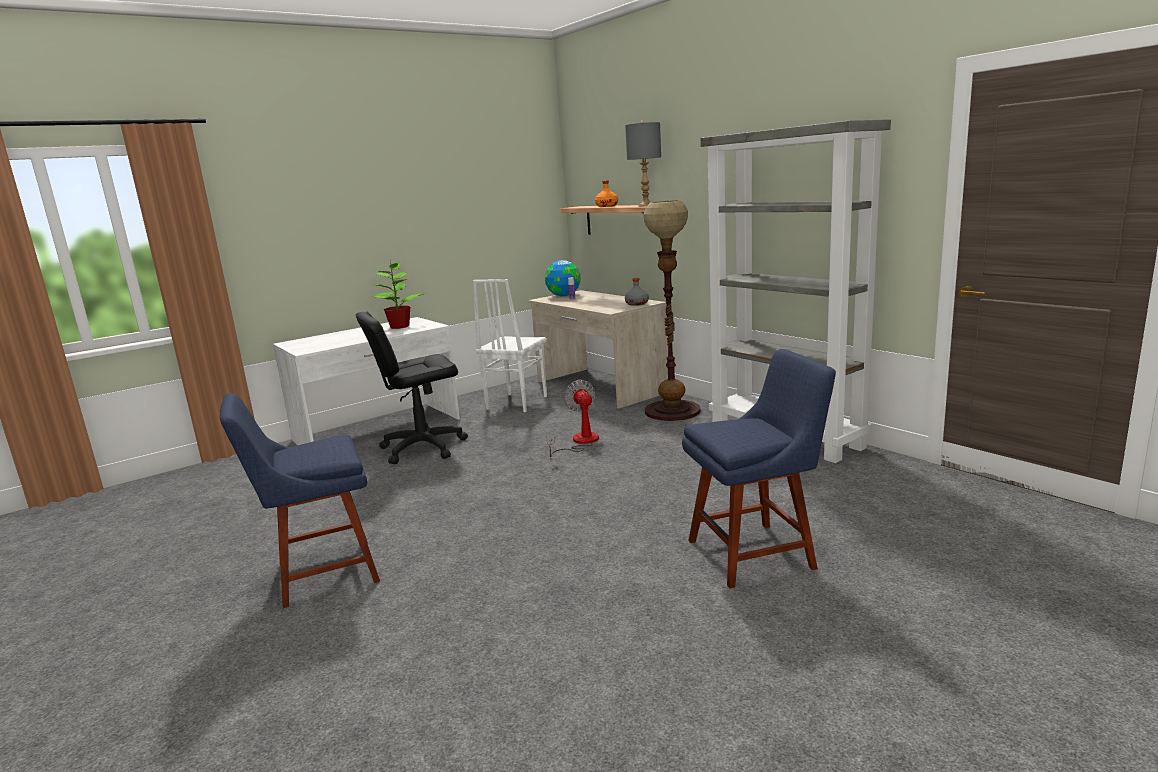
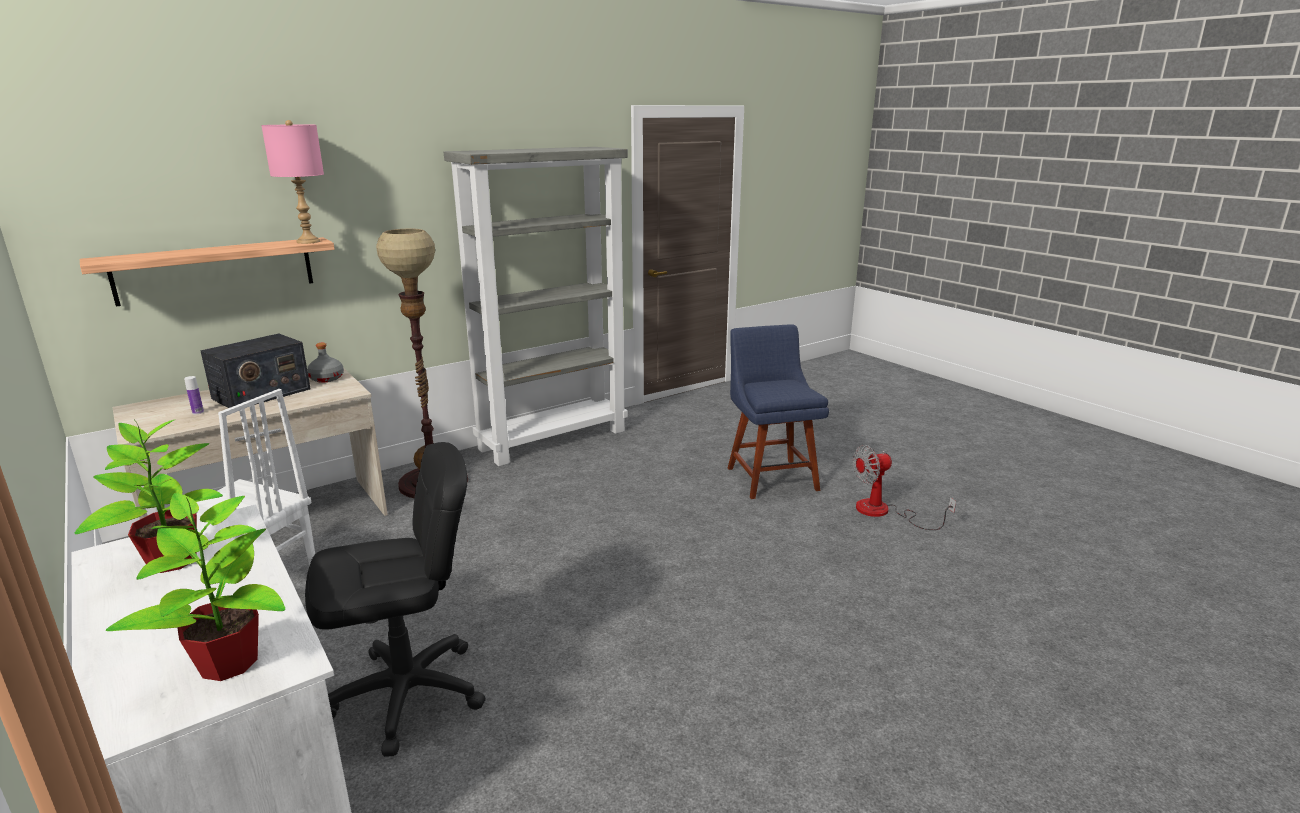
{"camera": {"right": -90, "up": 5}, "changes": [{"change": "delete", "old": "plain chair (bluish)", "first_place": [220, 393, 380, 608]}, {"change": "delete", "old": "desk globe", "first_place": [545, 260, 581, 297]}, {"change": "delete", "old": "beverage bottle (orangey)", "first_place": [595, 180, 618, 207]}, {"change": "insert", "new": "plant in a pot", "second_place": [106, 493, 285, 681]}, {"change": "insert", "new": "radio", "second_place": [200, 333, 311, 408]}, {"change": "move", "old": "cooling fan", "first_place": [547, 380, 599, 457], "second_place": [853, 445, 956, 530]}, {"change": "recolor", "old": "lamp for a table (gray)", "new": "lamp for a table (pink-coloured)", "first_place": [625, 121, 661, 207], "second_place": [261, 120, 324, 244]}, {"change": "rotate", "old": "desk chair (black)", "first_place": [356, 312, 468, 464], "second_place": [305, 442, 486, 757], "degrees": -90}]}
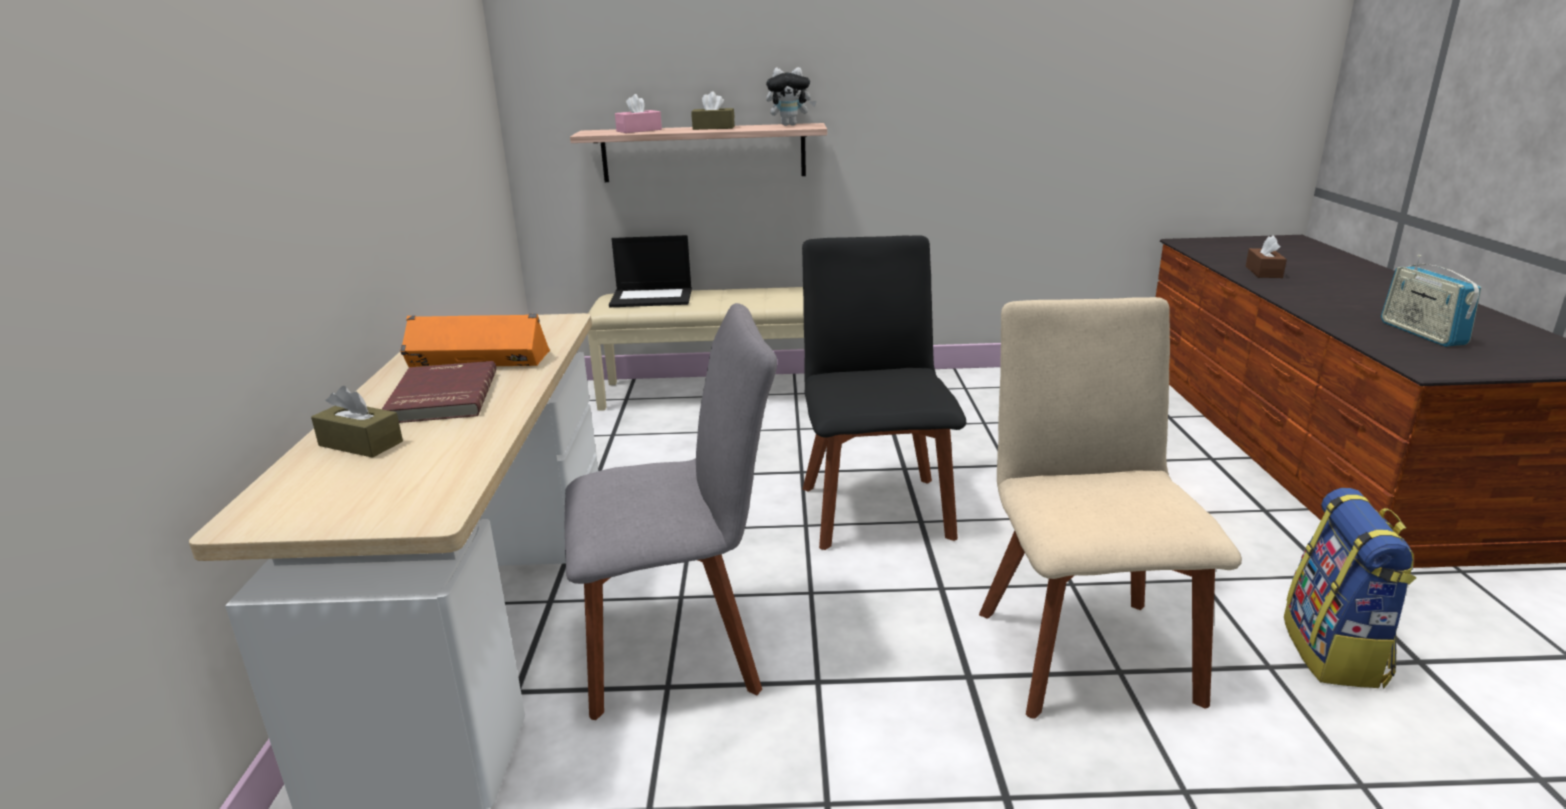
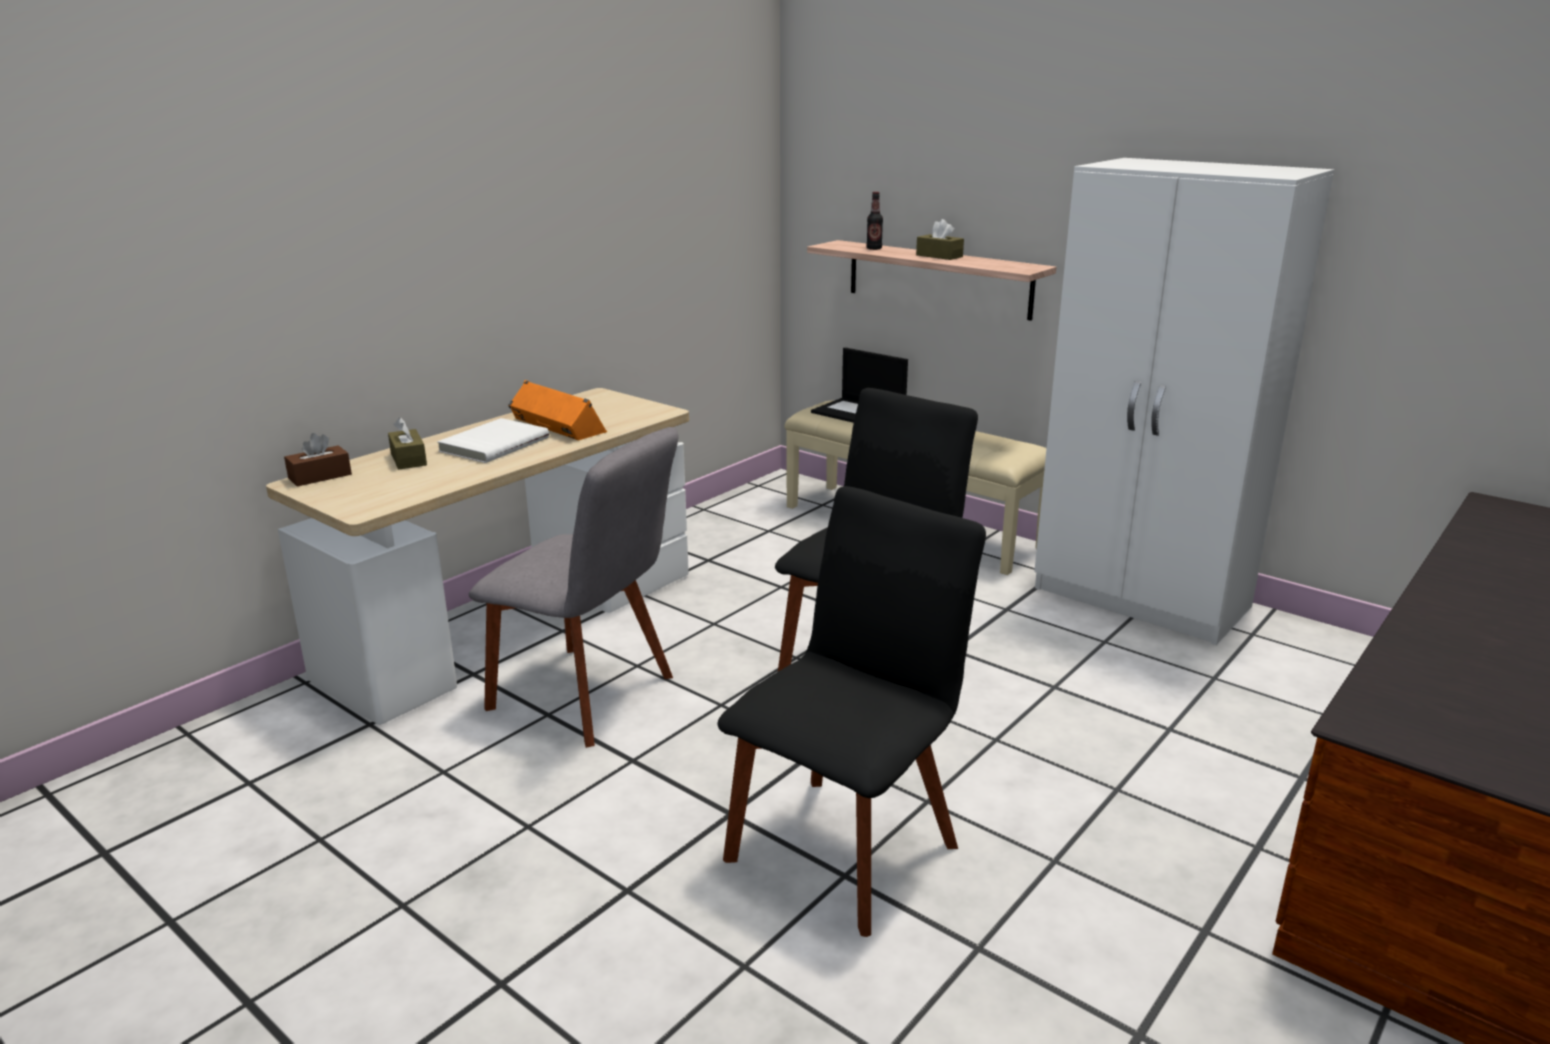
{"camera": {"right": 40, "up": 0}, "changes": [{"change": "delete", "old": "cuddly toy", "first_place": [766, 67, 817, 126]}, {"change": "delete", "old": "rucksack", "first_place": [1284, 488, 1416, 688]}, {"change": "delete", "old": "radio", "first_place": [1381, 255, 1481, 347]}, {"change": "insert", "new": "clothes cupboard (whitish)", "second_place": [1034, 158, 1334, 645]}, {"change": "move", "old": "tissue holder (brownish)", "first_place": [1246, 235, 1287, 278], "second_place": [284, 433, 352, 487]}, {"change": "replace", "old": "tissue holder (pink-coloured)", "new": "beverage bottle", "first_place": [615, 94, 662, 133], "second_place": [866, 192, 883, 250]}, {"change": "recolor", "old": "bound book (red-coloured)", "new": "bound book (whitish)", "first_place": [382, 361, 496, 423], "second_place": [437, 418, 549, 463]}, {"change": "recolor", "old": "plain chair (sand-coloured)", "new": "plain chair (black)", "first_place": [979, 297, 1242, 719], "second_place": [717, 486, 986, 937]}]}
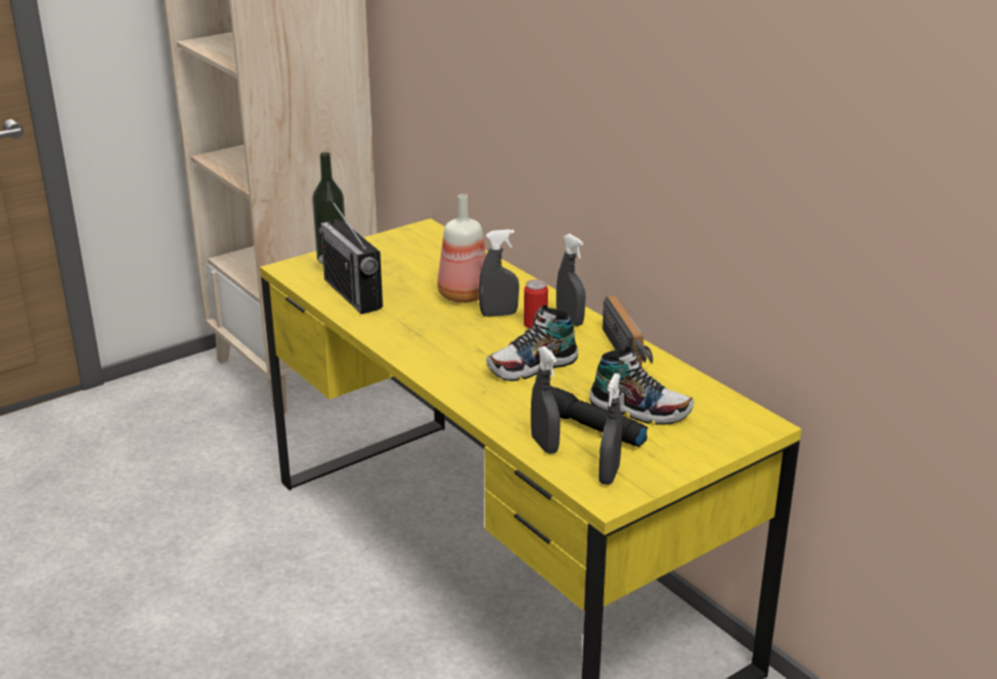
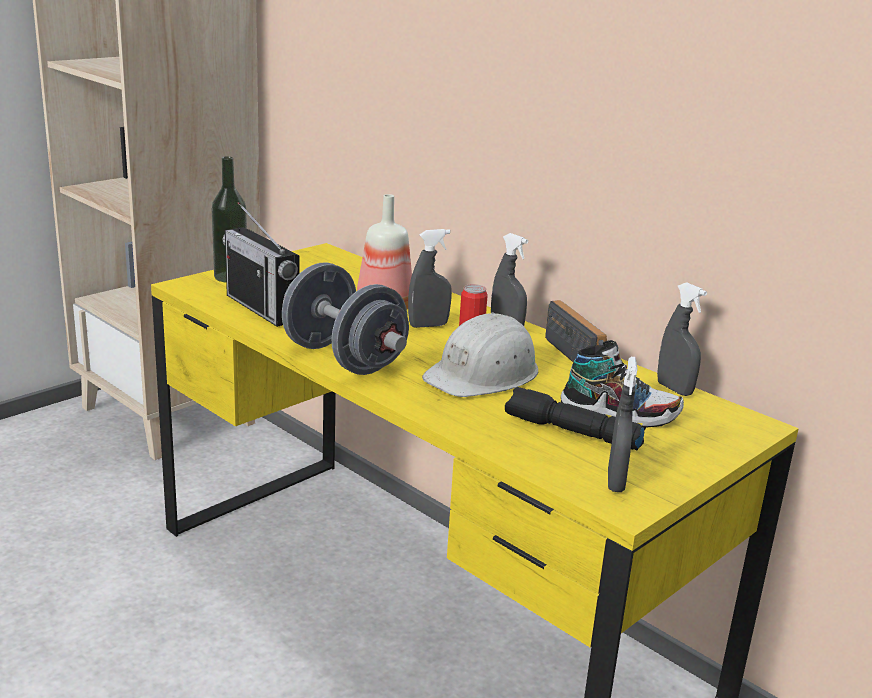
{"camera": {"right": -10, "up": -5}, "changes": [{"change": "insert", "new": "free weight (gray)", "second_place": [282, 262, 409, 375]}, {"change": "move", "old": "spray bottle (gray)", "first_place": [531, 346, 560, 454], "second_place": [657, 282, 707, 396]}, {"change": "replace", "old": "item of footwear", "new": "safety helmet (whitish)", "first_place": [486, 305, 578, 381], "second_place": [422, 312, 538, 397]}]}
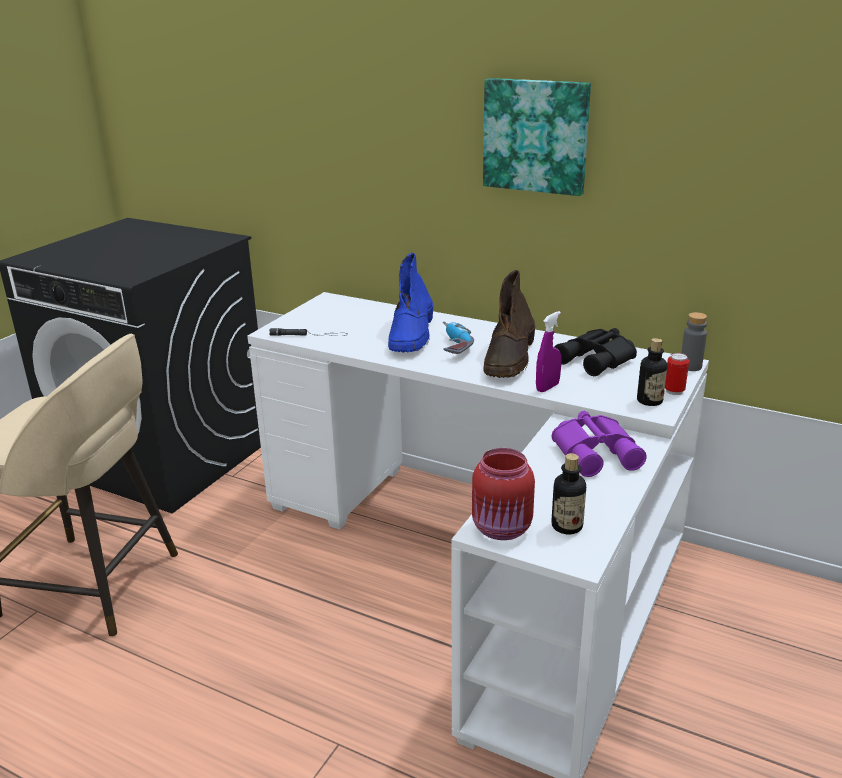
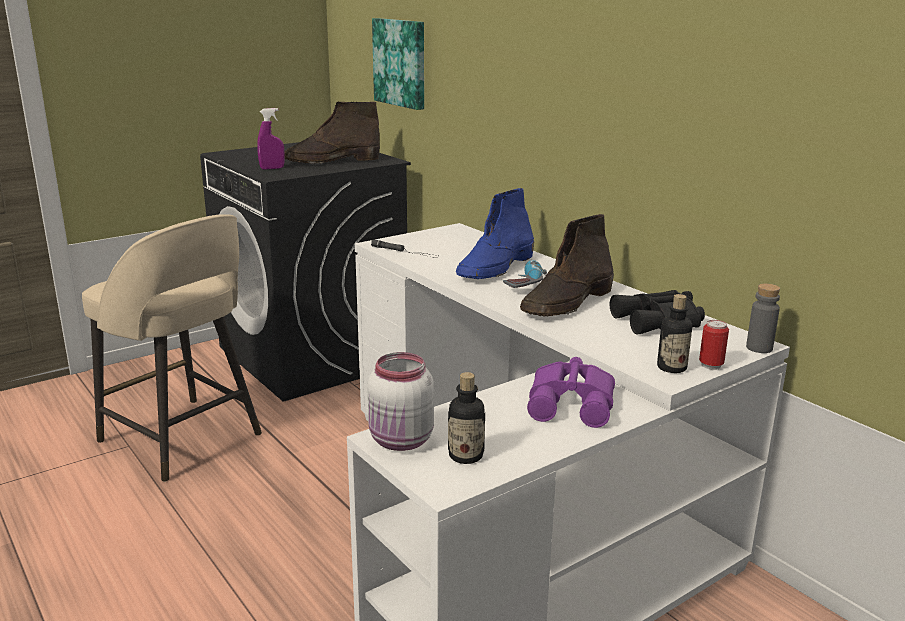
{"camera": {"right": 25, "up": -5}, "changes": [{"change": "insert", "new": "tall boot (brownish)", "second_place": [284, 102, 380, 164]}, {"change": "move", "old": "wall picture", "first_place": [483, 78, 591, 196], "second_place": [372, 18, 424, 110]}, {"change": "move", "old": "spray bottle (purplish)", "first_place": [536, 311, 562, 392], "second_place": [257, 108, 284, 170]}, {"change": "recolor", "old": "preserve jar (red-coloured)", "new": "preserve jar (whitish)", "first_place": [472, 448, 535, 540], "second_place": [367, 352, 434, 451]}]}
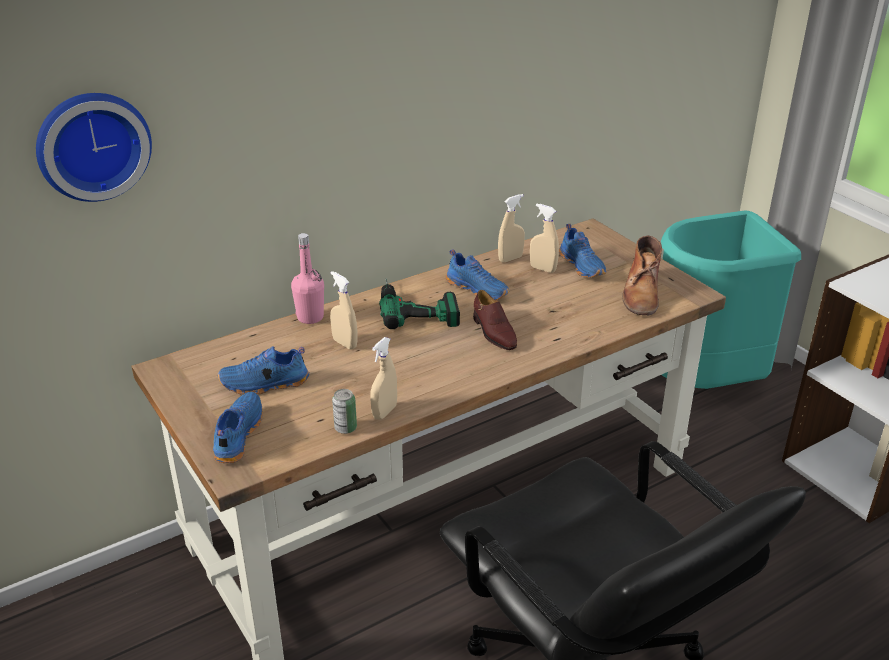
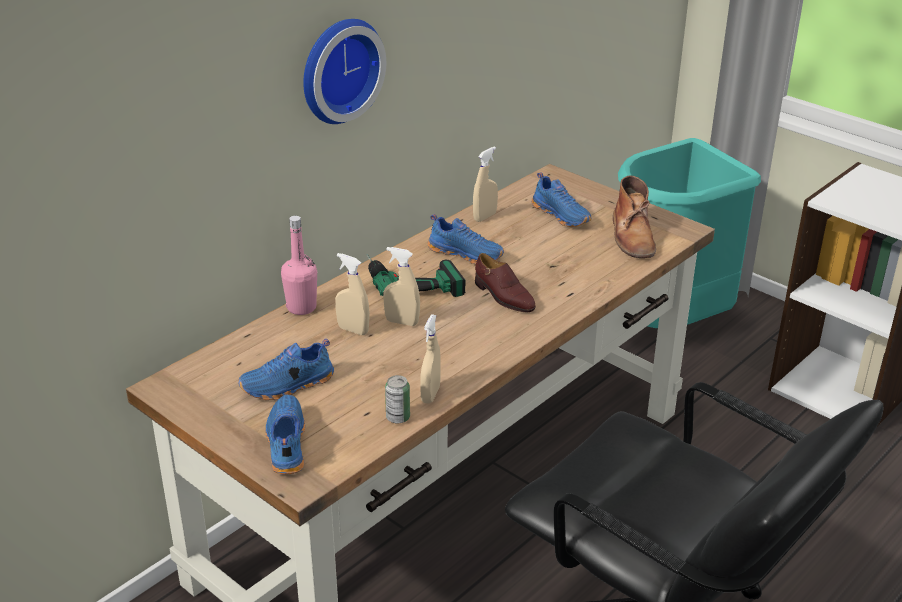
{"camera": {"right": -15, "up": 0}, "changes": [{"change": "move", "old": "wall clock", "first_place": [36, 93, 152, 202], "second_place": [303, 19, 386, 124]}, {"change": "move", "old": "spray bottle (sand-coloured)", "first_place": [530, 204, 559, 273], "second_place": [383, 247, 420, 326]}]}
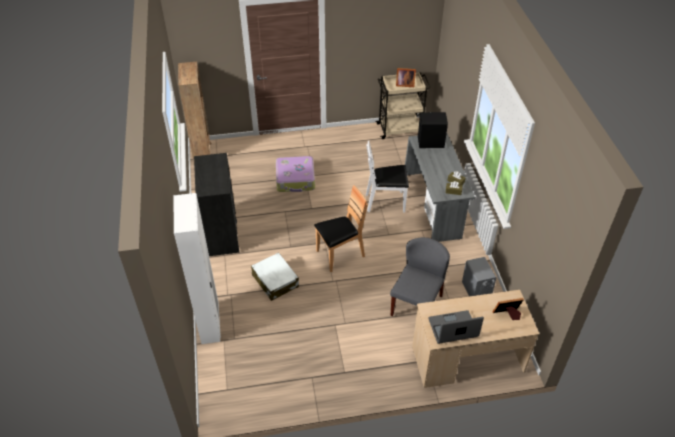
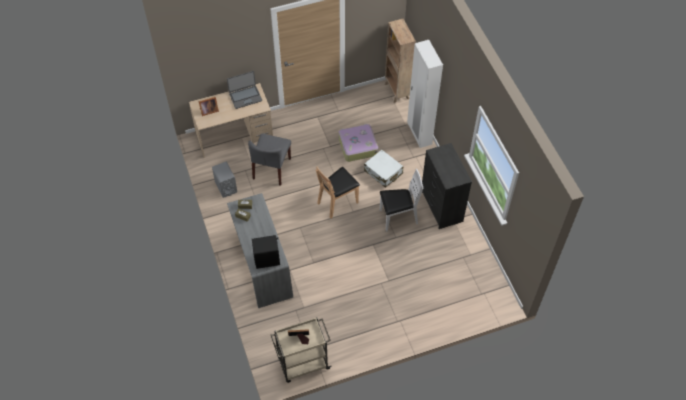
{"camera": {"right": 170, "up": 10}, "changes": [{"change": "move", "old": "shelving unit (brownish)", "first_place": [178, 62, 212, 159], "second_place": [385, 19, 416, 103]}, {"change": "move", "old": "travel case", "first_place": [276, 156, 315, 192], "second_place": [339, 124, 378, 162]}, {"change": "move", "old": "plain chair (whitish)", "first_place": [366, 141, 409, 213], "second_place": [380, 169, 423, 232]}]}
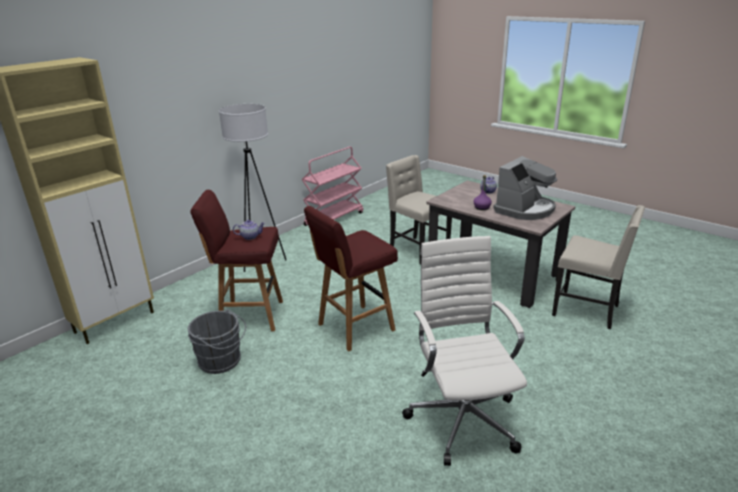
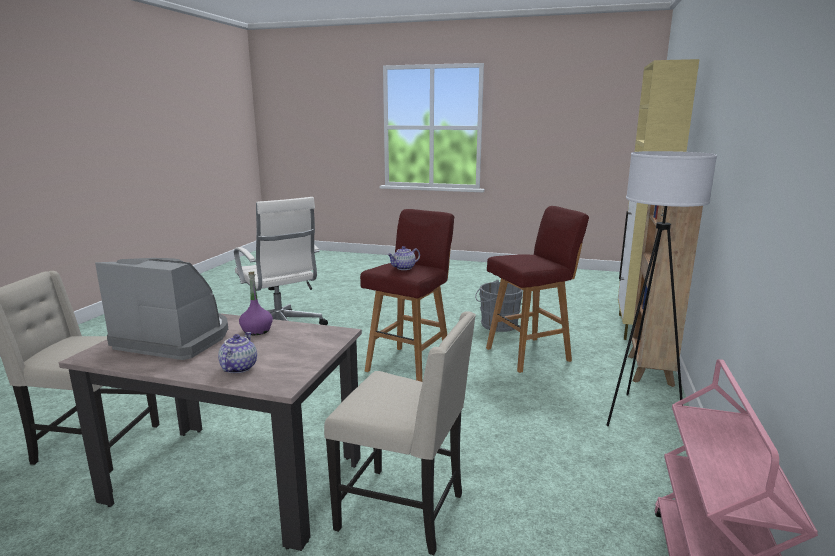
{"camera": {"right": 155, "up": -10}, "changes": [{"change": "insert", "new": "shelving unit (brownish)", "second_place": [628, 204, 703, 387]}, {"change": "move", "old": "teapot", "first_place": [233, 220, 265, 240], "second_place": [387, 246, 420, 270]}, {"change": "rotate", "old": "coffee maker", "first_place": [494, 156, 557, 220], "second_place": [95, 258, 228, 360], "degrees": 90}]}
